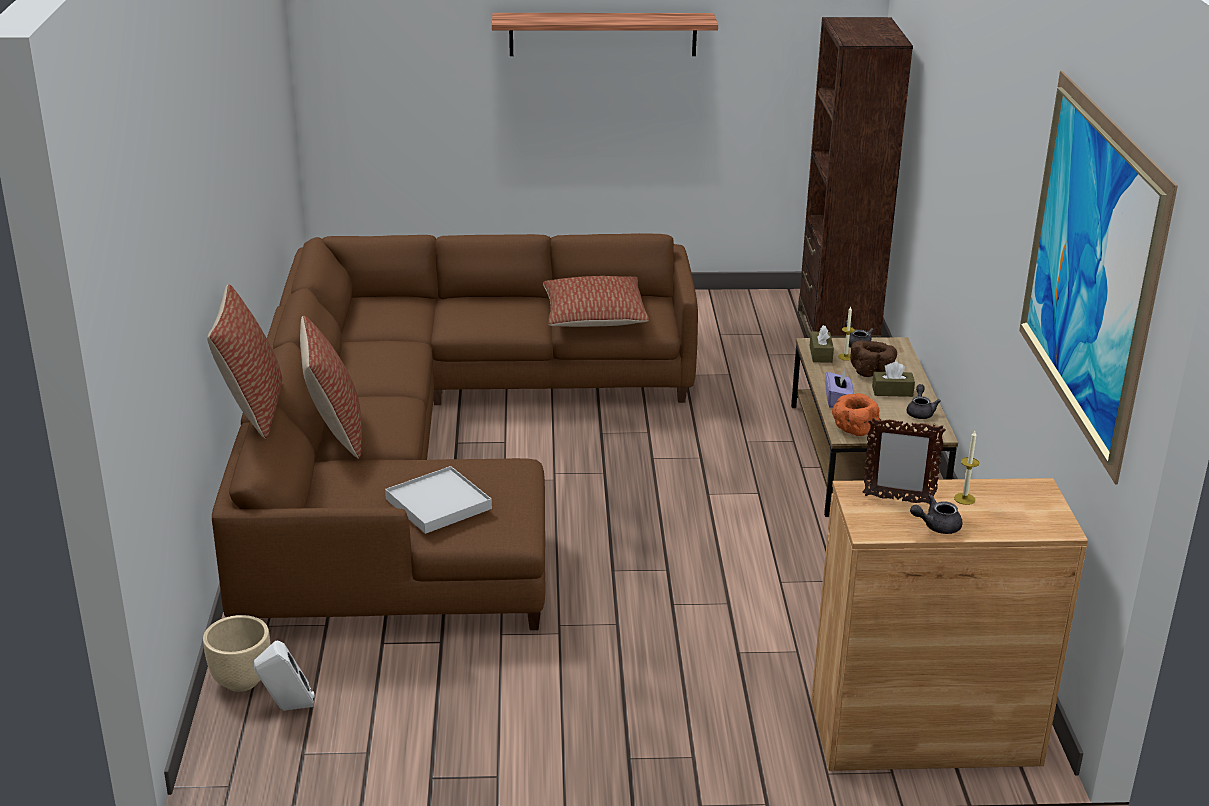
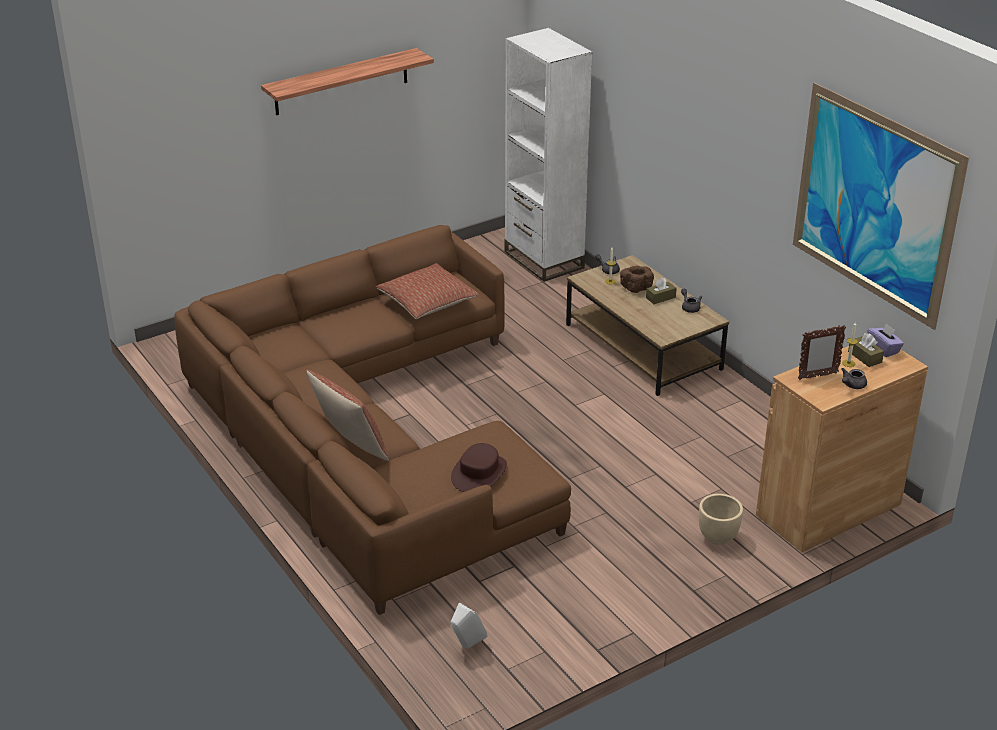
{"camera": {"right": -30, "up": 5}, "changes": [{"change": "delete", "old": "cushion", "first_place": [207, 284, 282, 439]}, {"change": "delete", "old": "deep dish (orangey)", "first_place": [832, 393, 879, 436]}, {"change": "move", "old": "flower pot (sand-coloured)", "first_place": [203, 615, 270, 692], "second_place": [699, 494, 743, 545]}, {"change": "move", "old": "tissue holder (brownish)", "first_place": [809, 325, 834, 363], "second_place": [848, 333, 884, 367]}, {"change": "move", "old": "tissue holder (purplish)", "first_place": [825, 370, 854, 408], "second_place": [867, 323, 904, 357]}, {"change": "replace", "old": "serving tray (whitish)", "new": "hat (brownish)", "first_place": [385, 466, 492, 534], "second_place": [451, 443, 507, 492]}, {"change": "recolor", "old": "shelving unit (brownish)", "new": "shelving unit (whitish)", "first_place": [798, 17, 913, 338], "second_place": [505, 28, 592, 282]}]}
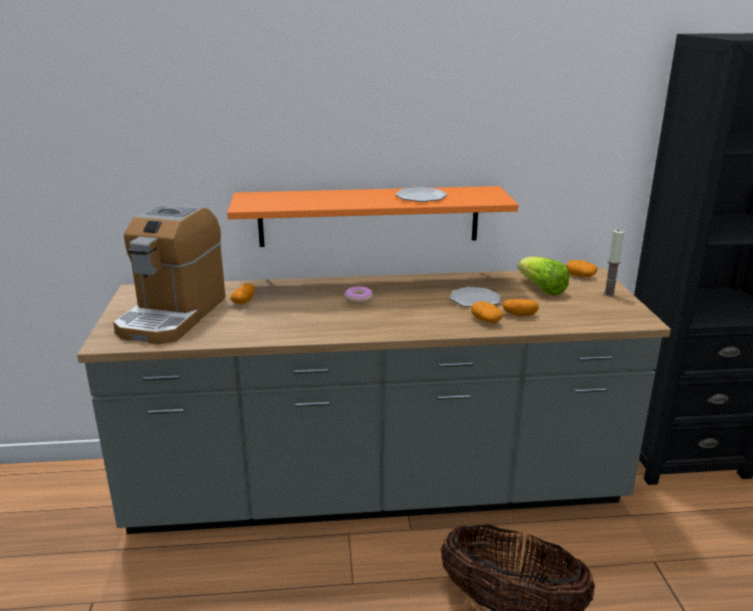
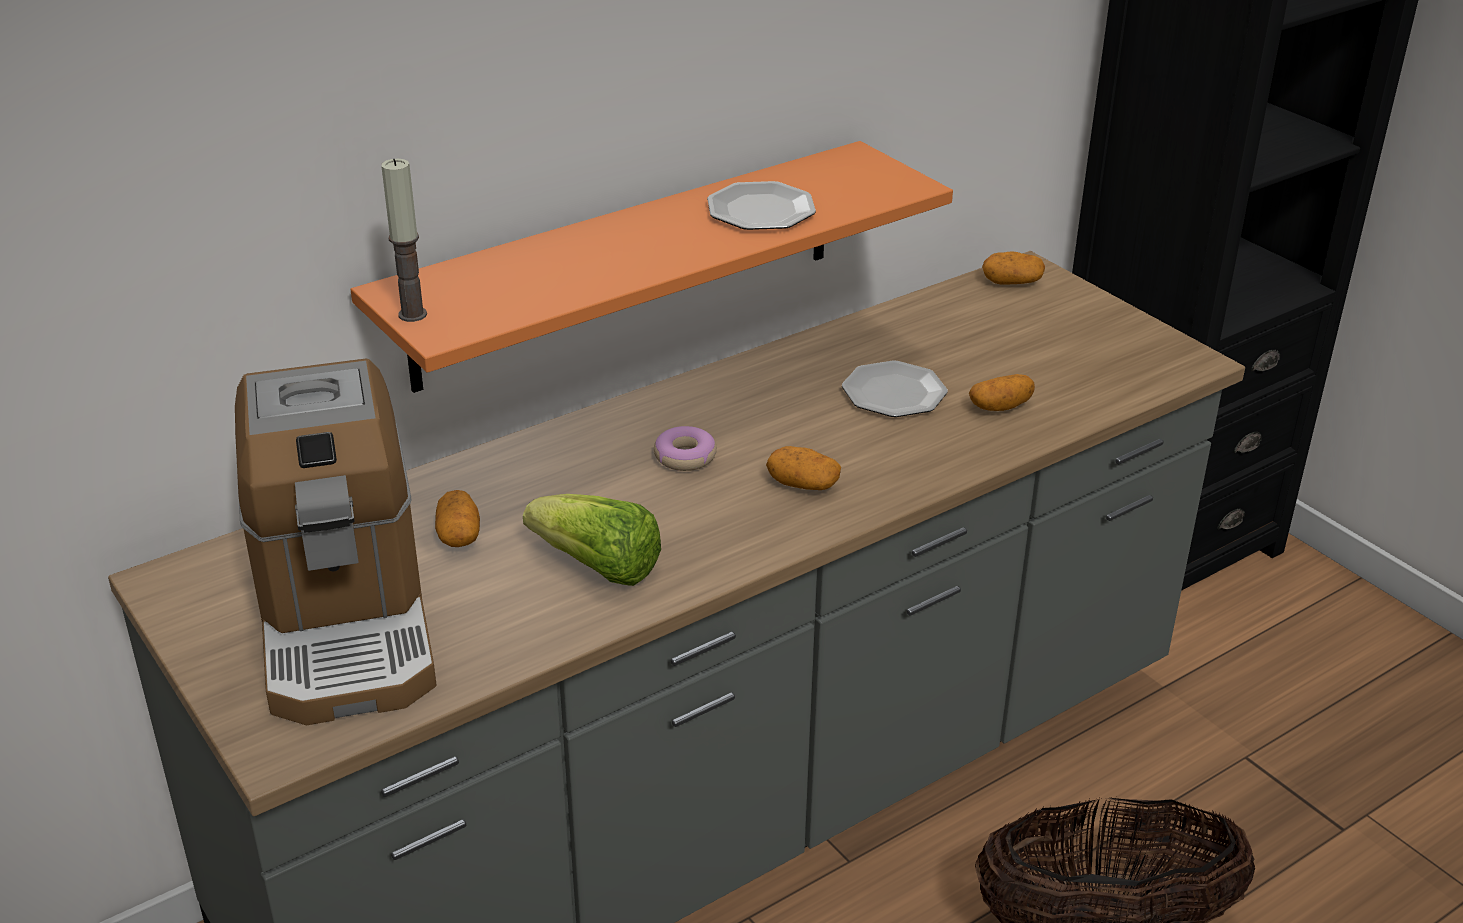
{"camera": {"right": -30, "up": 10}, "changes": [{"change": "move", "old": "spud", "first_place": [471, 301, 503, 323], "second_place": [766, 446, 841, 490]}, {"change": "move", "old": "head of lettuce", "first_place": [517, 256, 569, 296], "second_place": [523, 494, 661, 586]}, {"change": "move", "old": "candle", "first_place": [603, 229, 624, 297], "second_place": [381, 158, 427, 322]}]}
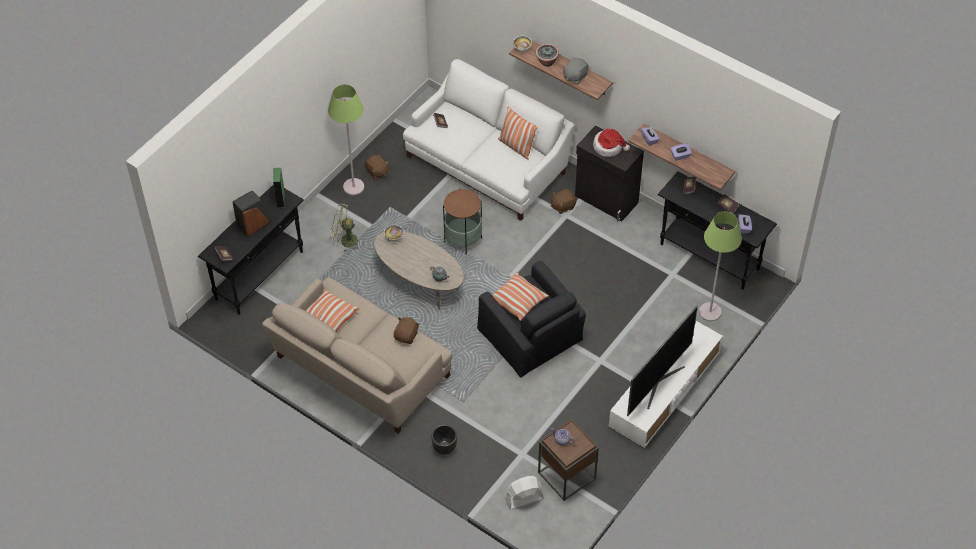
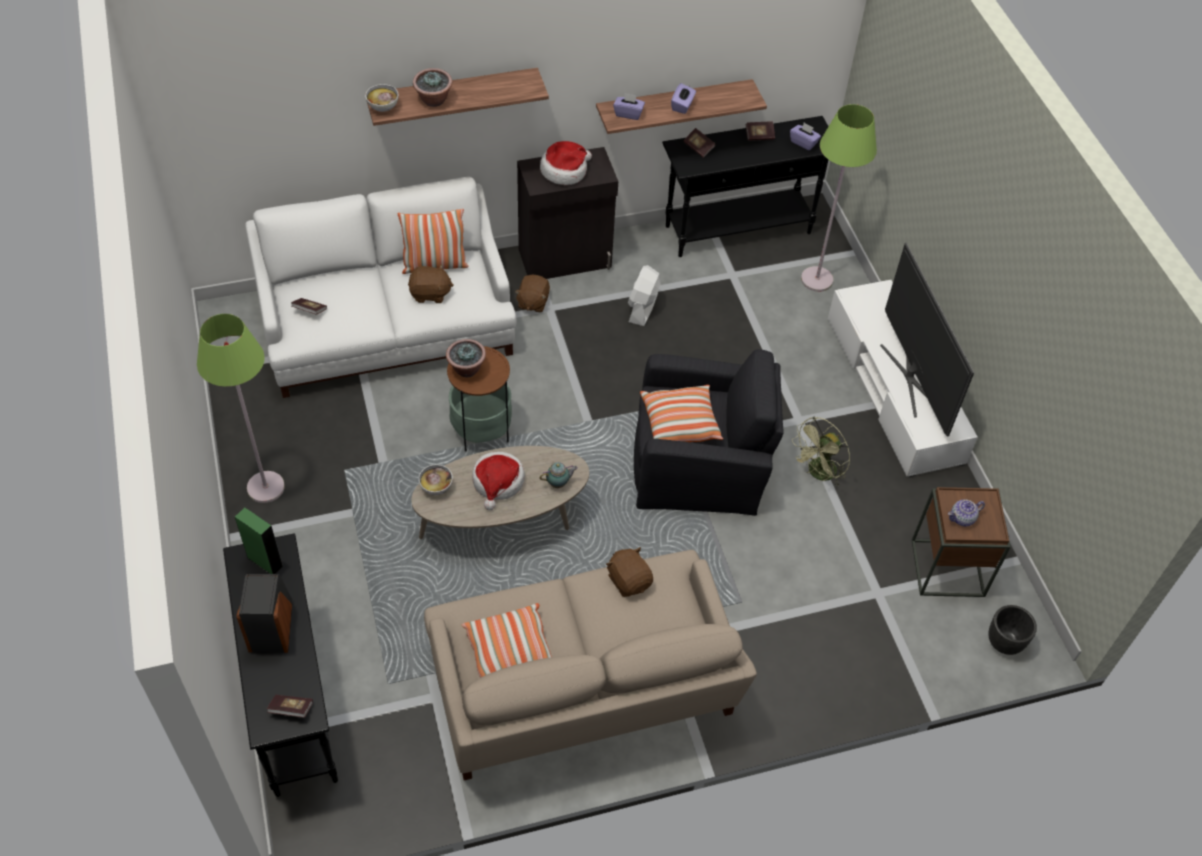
{"camera": {"right": -55, "up": 0}, "changes": [{"change": "delete", "old": "cuddly toy (gray)", "first_place": [563, 58, 589, 85]}, {"change": "insert", "new": "plant in a pot", "second_place": [446, 339, 486, 377]}, {"change": "insert", "new": "hat", "second_place": [472, 452, 525, 510]}, {"change": "move", "old": "cooling fan (greenish)", "first_place": [330, 204, 359, 252], "second_place": [792, 417, 850, 487]}, {"change": "move", "old": "cuddly toy (brownish)", "first_place": [365, 155, 389, 180], "second_place": [408, 264, 454, 303]}, {"change": "move", "old": "flower pot (black)", "first_place": [431, 425, 457, 455], "second_place": [988, 605, 1037, 655]}, {"change": "move", "old": "cooling fan (whitish)", "first_place": [505, 476, 544, 509], "second_place": [628, 265, 661, 326]}]}
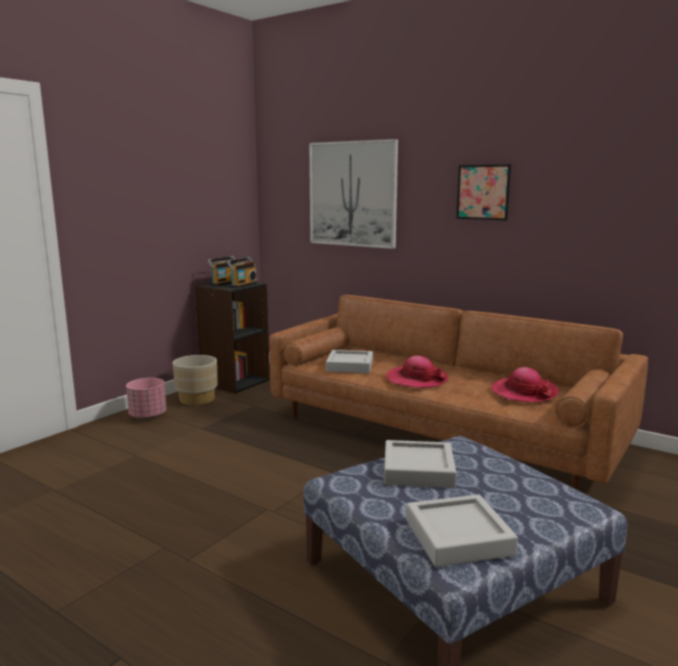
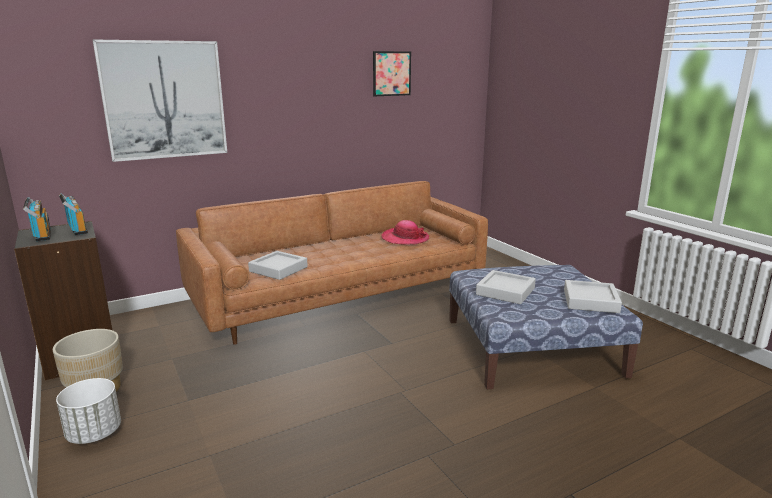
{"camera": {"right": -65, "up": 5}, "changes": [{"change": "delete", "old": "hat", "first_place": [386, 356, 448, 388]}, {"change": "move", "old": "wall picture", "first_place": [456, 164, 511, 221], "second_place": [373, 51, 411, 96]}, {"change": "recolor", "old": "flower pot (pink-coloured)", "new": "flower pot (whitish)", "first_place": [126, 378, 166, 419], "second_place": [56, 378, 121, 444]}]}
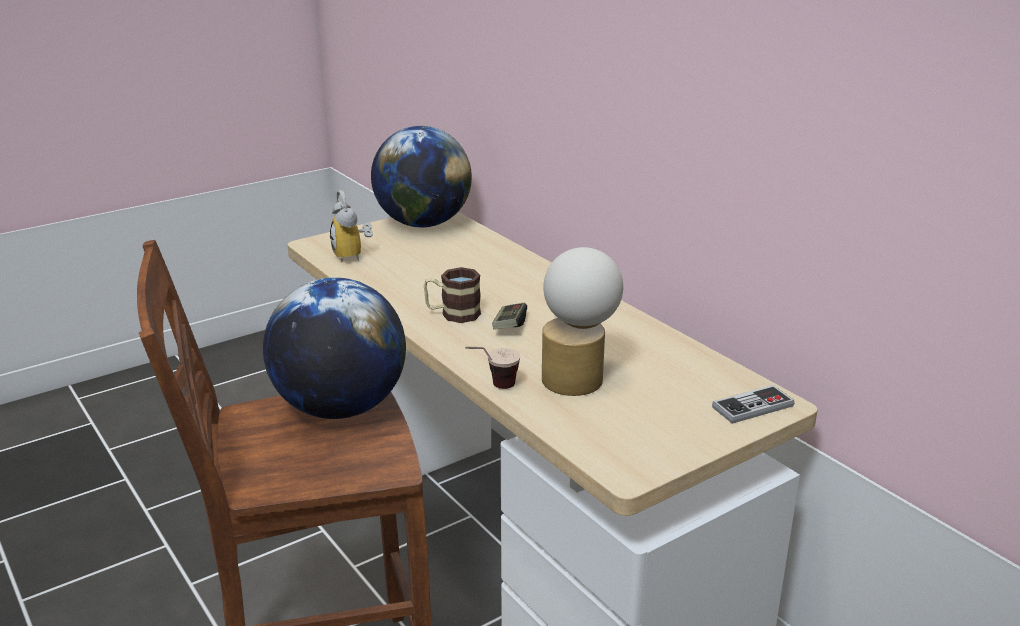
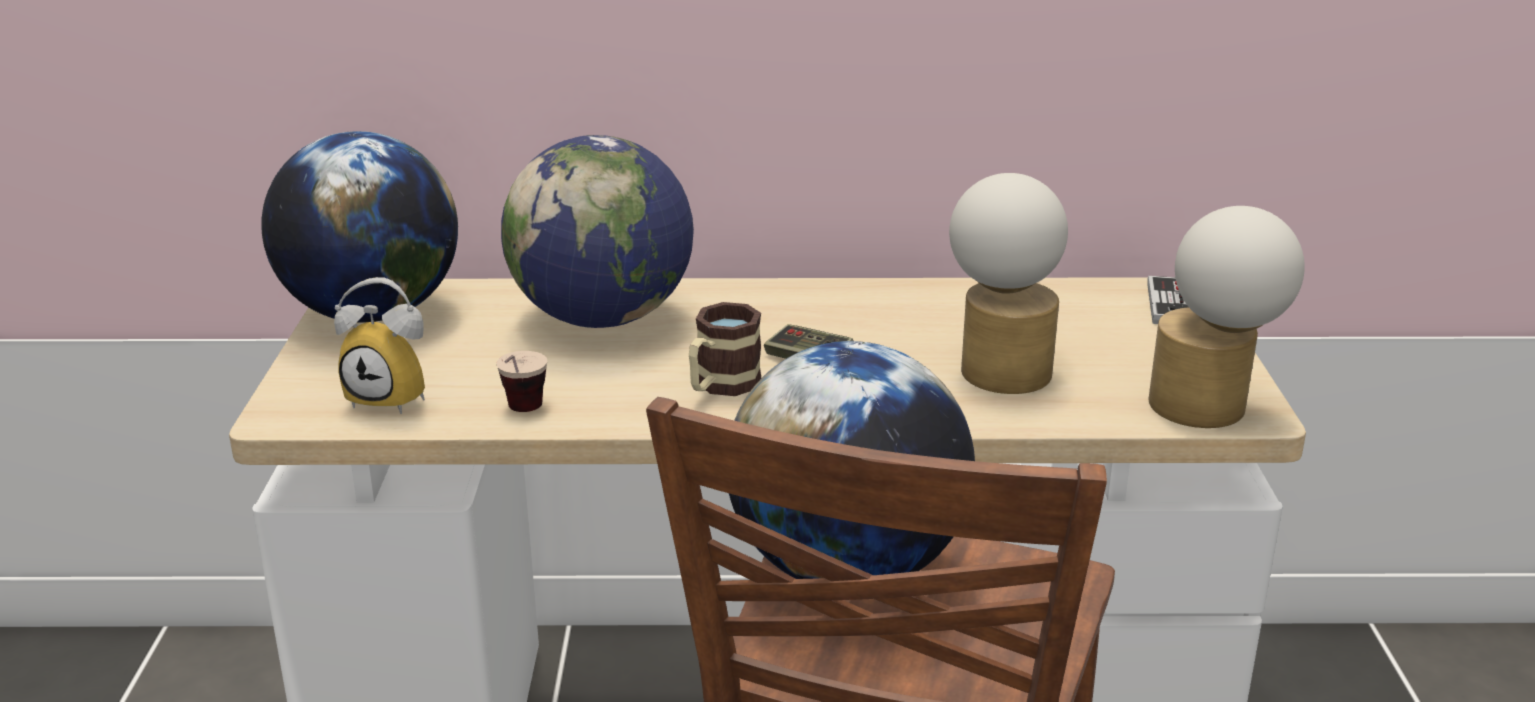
{"camera": {"right": -55, "up": 0}, "changes": [{"change": "insert", "new": "desk globe", "second_place": [501, 135, 694, 328]}, {"change": "insert", "new": "lamp for a table", "second_place": [1149, 206, 1305, 428]}, {"change": "move", "old": "small cup", "first_place": [465, 347, 520, 389], "second_place": [496, 351, 547, 412]}]}
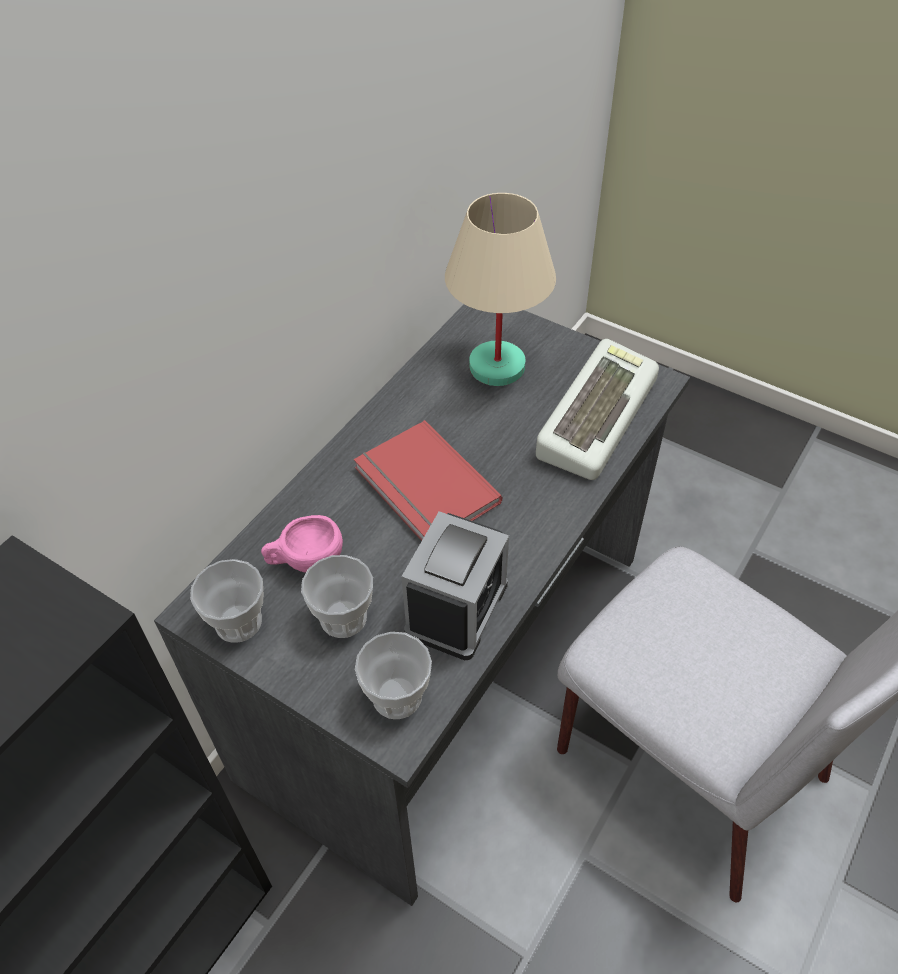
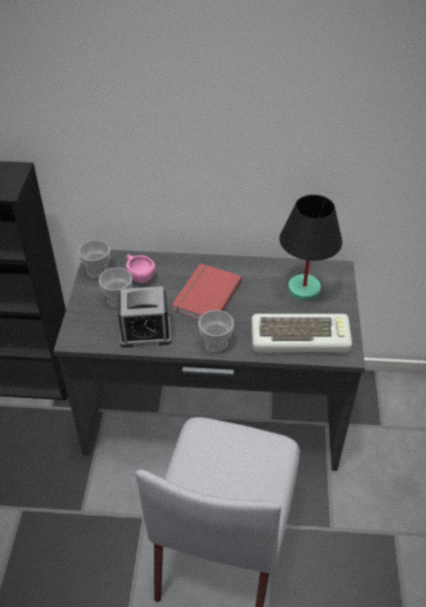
{"camera": {"right": 60, "up": -5}, "changes": [{"change": "move", "old": "small cup", "first_place": [355, 632, 432, 719], "second_place": [199, 310, 234, 352]}, {"change": "recolor", "old": "lamp for a table (sand-coloured)", "new": "lamp for a table (black)", "first_place": [445, 193, 556, 386], "second_place": [279, 195, 342, 301]}]}
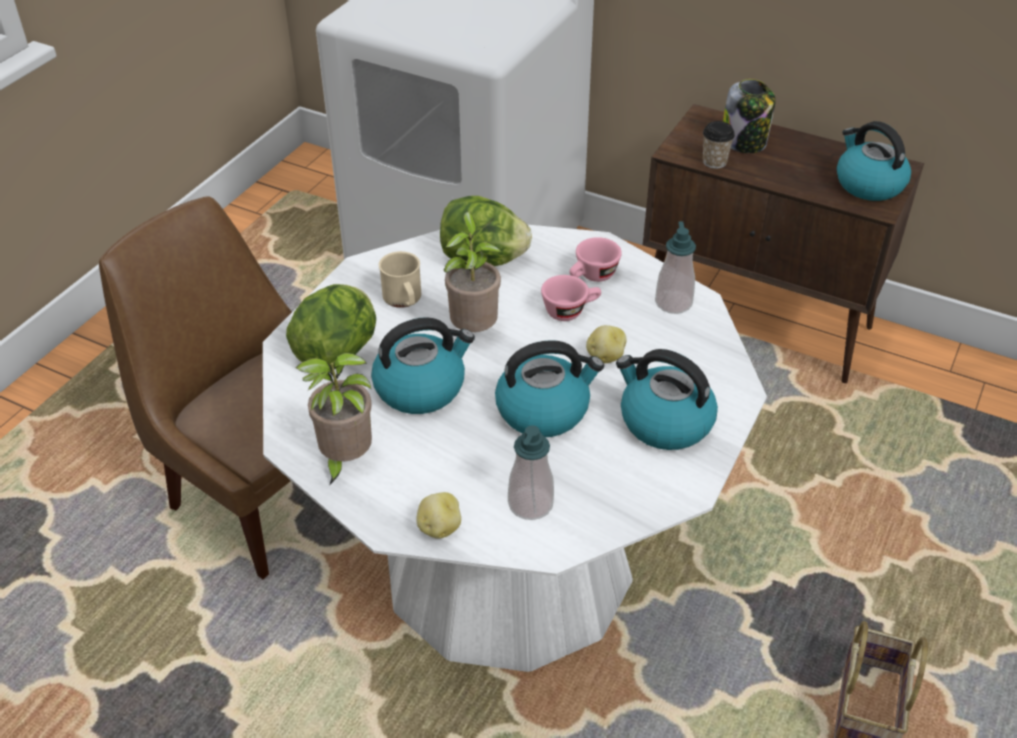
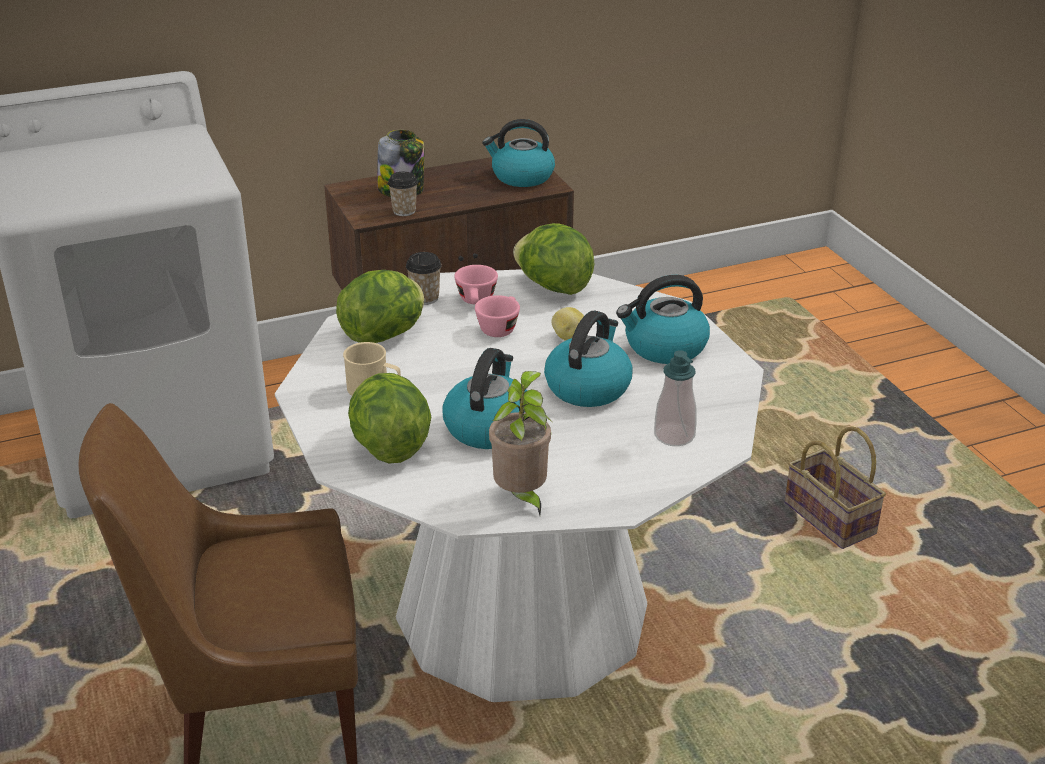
{"camera": {"right": -50, "up": -10}, "changes": [{"change": "delete", "old": "spud", "first_place": [416, 492, 461, 539]}, {"change": "delete", "old": "plant in a pot", "first_place": [444, 211, 502, 332]}, {"change": "insert", "new": "small cup", "second_place": [406, 252, 442, 305]}, {"change": "replace", "old": "soap dispenser", "new": "head of lettuce", "first_place": [655, 221, 696, 314], "second_place": [513, 223, 594, 295]}]}
